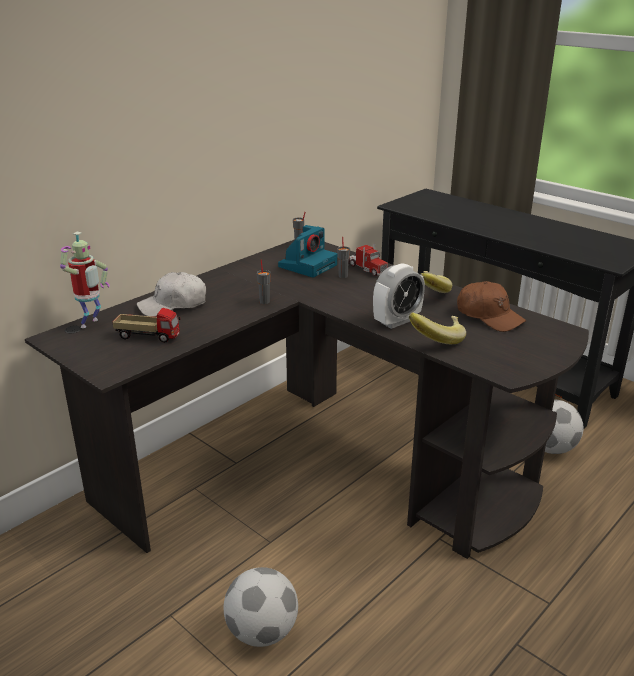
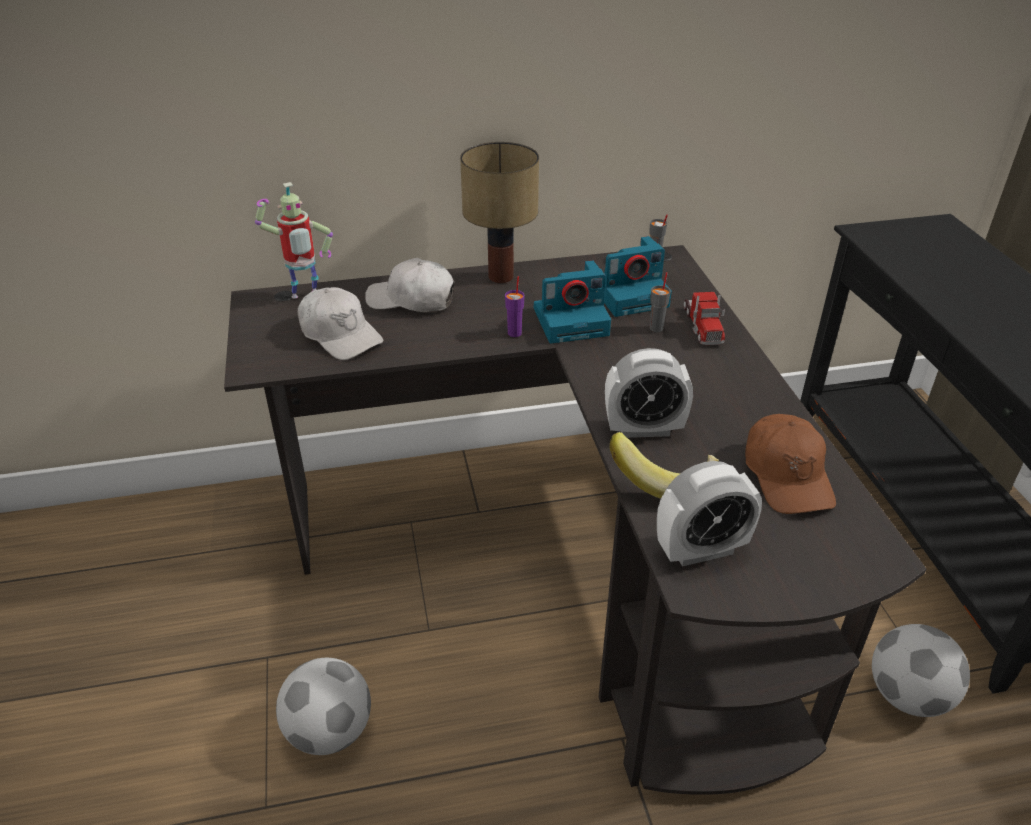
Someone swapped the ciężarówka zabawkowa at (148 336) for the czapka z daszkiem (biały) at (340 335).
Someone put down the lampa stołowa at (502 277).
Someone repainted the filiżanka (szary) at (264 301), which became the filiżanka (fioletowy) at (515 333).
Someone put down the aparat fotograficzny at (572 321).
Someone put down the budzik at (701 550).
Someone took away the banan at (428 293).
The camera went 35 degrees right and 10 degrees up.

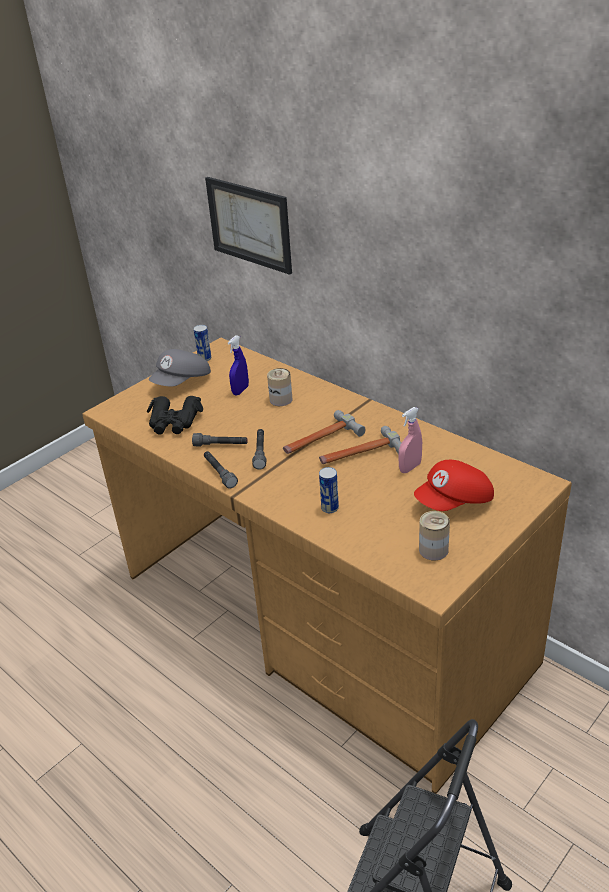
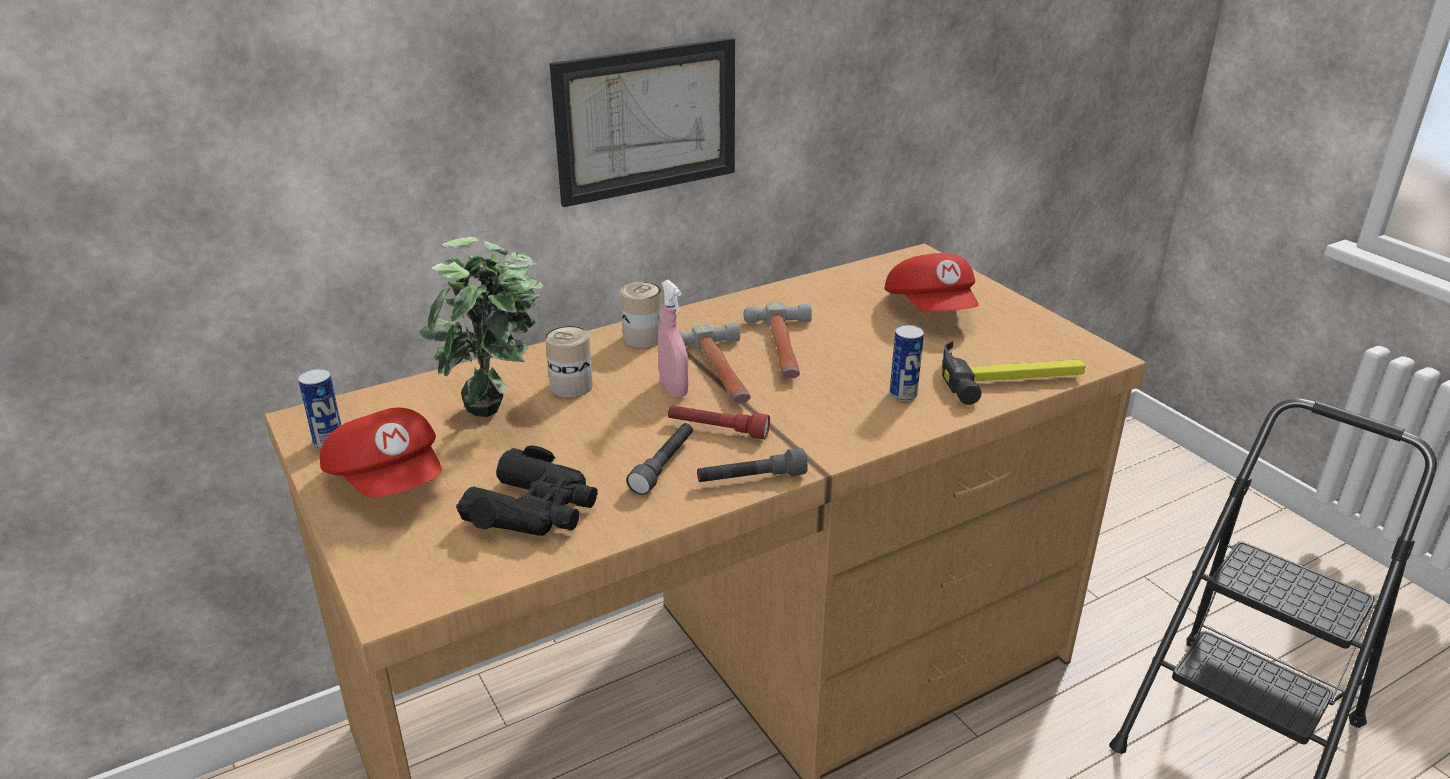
Someone repainted the czapka z daszkiem (szary) at (182 382), which became the czapka z daszkiem (czerwony) at (390 481).
Someone swapped the spryskiwacz (niebieski) at (240 390) for the roślina doniczkowa at (498 420).
Someone carried the obraz from (249 224) to (646 120).
Someone carried the puszka from (433 550) to (642 338).
Someone carried the spryskiwacz (różowy) from (410 467) to (673 389).
Someone repainted the latarka (szary) at (260 453), which became the latarka (czerwony) at (717 430).
Someone put down the młotek at (1010 377).
The camera went 75 degrees left and 5 degrees down.

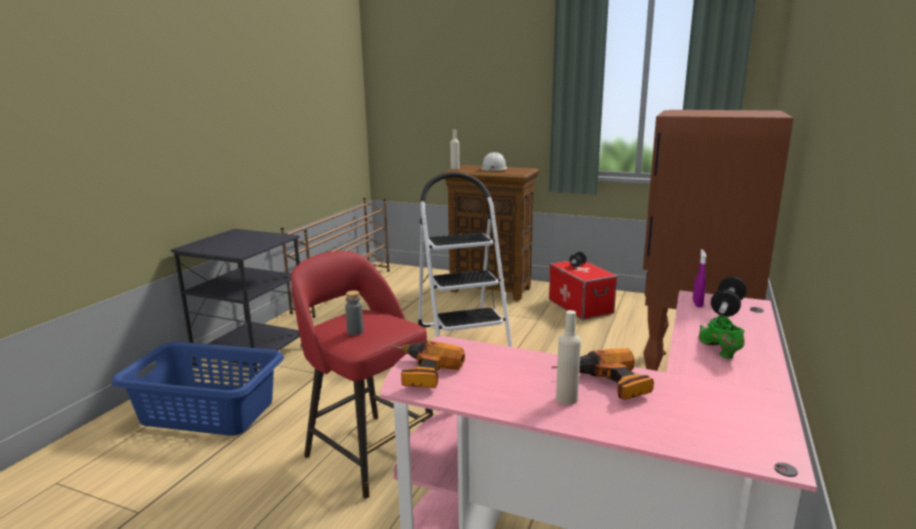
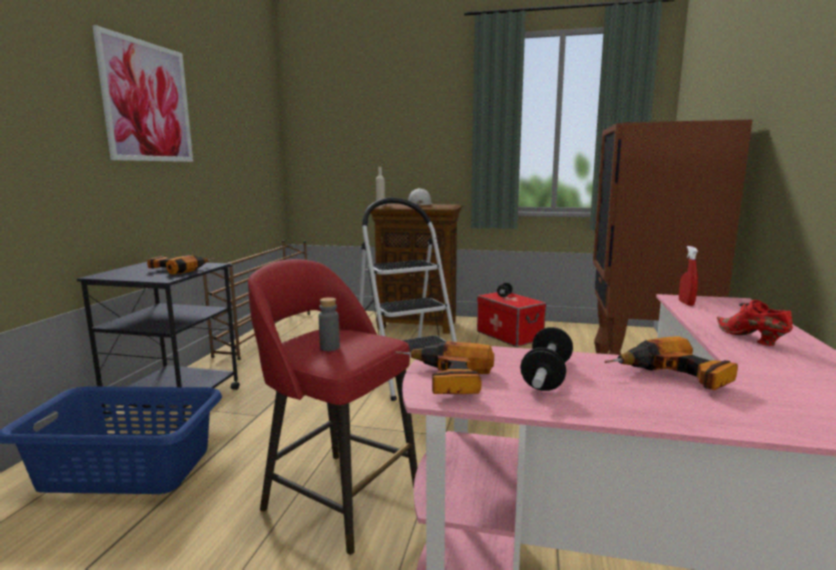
Someone put up the obraz at (147 102).
Someone put down the wiertarka at (179 269).
Someone carried the hantel from (727 308) to (546 376).
Someone repainted the spryskiwacz (fioletowy) at (697 304), which became the spryskiwacz (czerwony) at (686 303).
Someone repainted the but (zielony) at (718 350), which became the but (czerwony) at (751 339).
Someone took away the butelka (beżowy) at (566 398).
The camera went 10 degrees left and 5 degrees down.

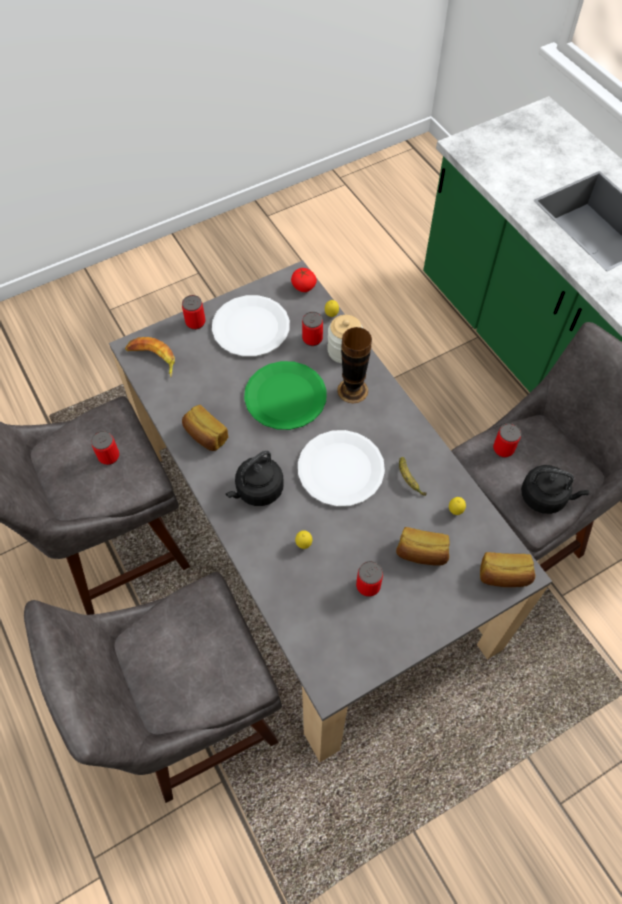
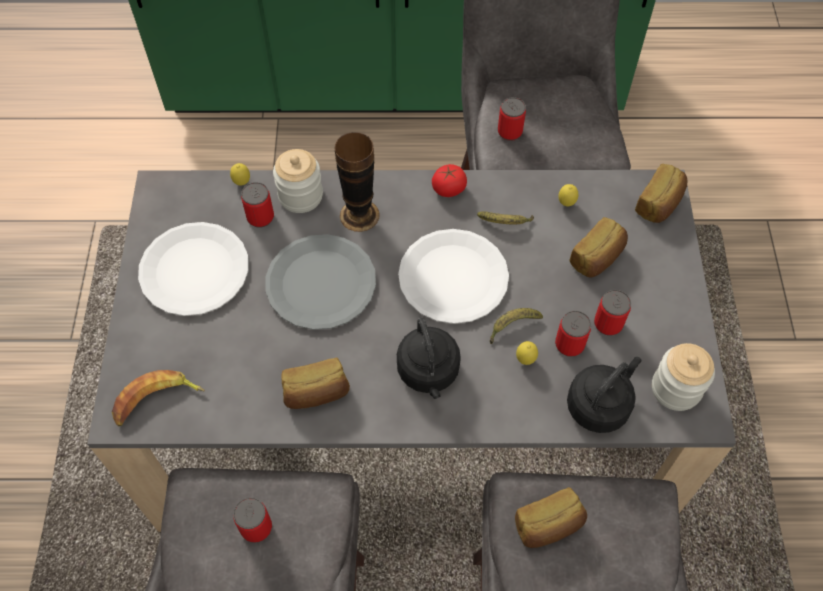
Someone repainted the talerz (zielony) at (285 397), which became the talerz (szary) at (320 283).
Someone carried the pomidor from (303 287) to (448 189).
Someone put down the banan at (512 326).
Someone put down the chleb at (548 526).
Someone carried the puszka from (195 322) to (569 344).
Someone carried the czajnik (czarny) from (545 497) to (599 404).
Someone put down the słoik at (676 388).
The camera went 60 degrees left and 0 degrees up.

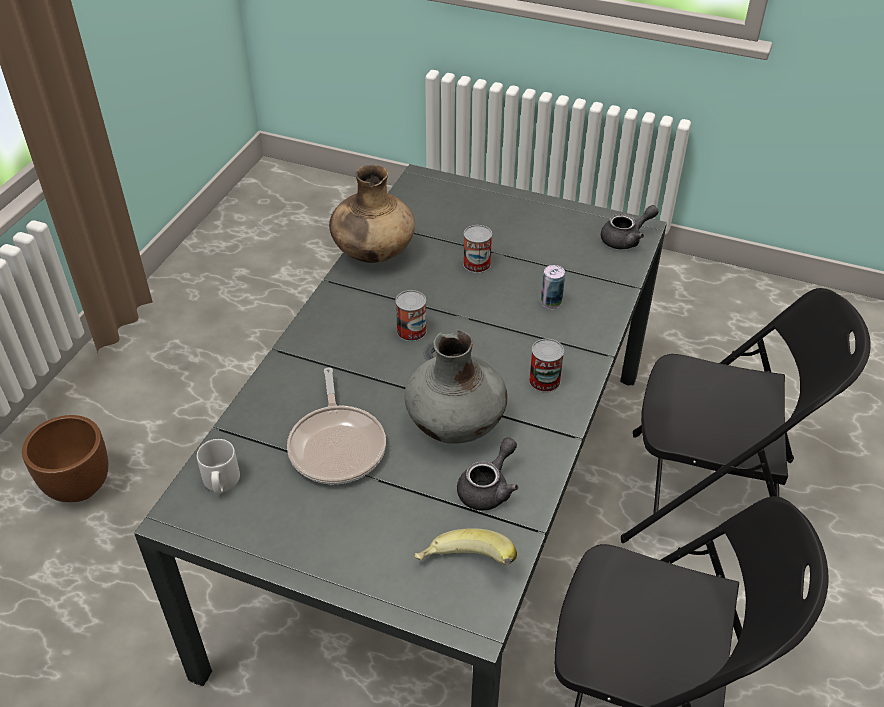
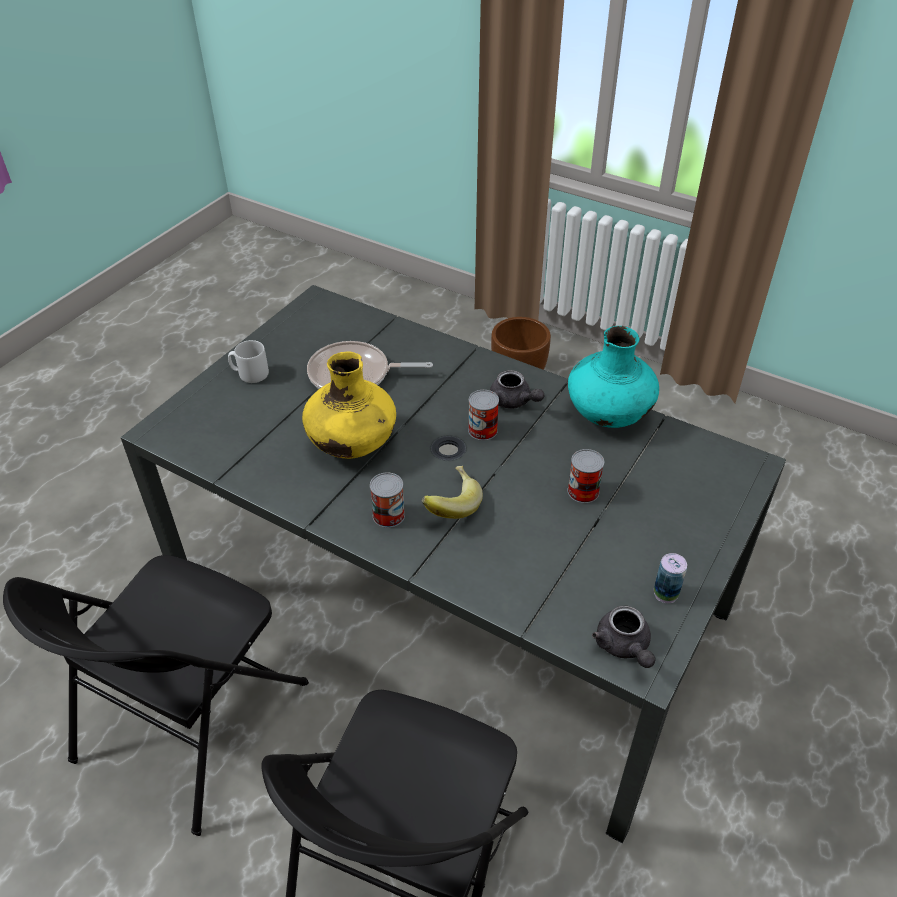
Someone carried the kubek (szary) from (221 482) to (250 374).
Someone repainted the wazon (szary) at (456 425), which became the wazon (żółty) at (352 445).
Someone carried the banan from (464 568) to (450 504).
Someone carried the imbryk (szary) from (488 488) to (513 402).
Someone repainted the wazon (brązowy) at (373 253), which became the wazon (turkusowy) at (608 414).
Someone carried the puszka from (551 302) to (665 593).
The camera went 100 degrees right and 0 degrees up.

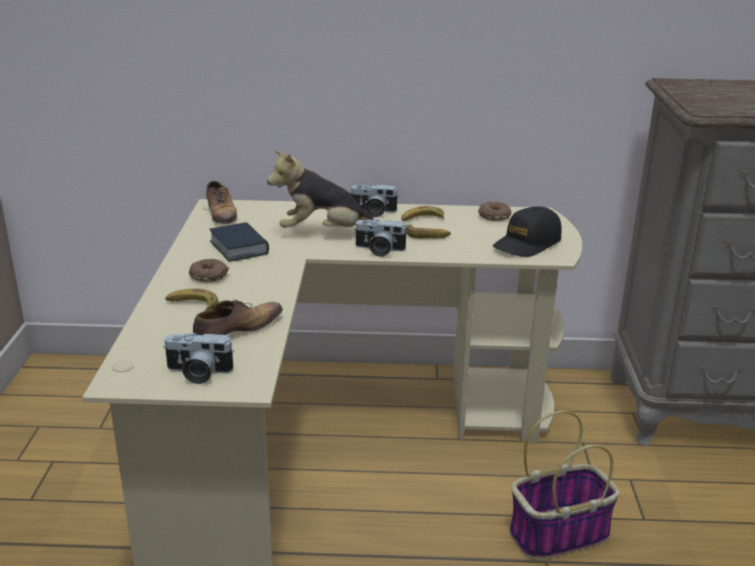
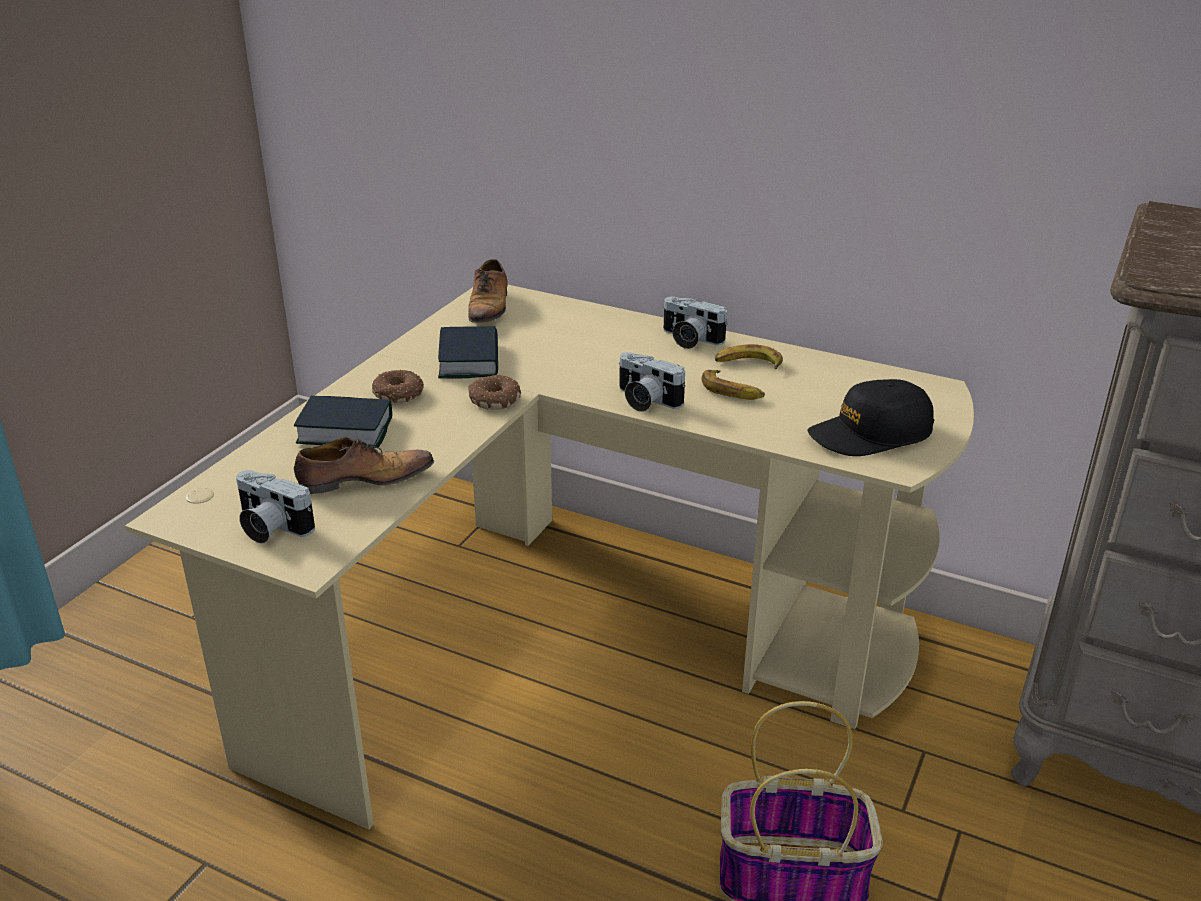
Someone swapped the banan at (192 305) for the książka at (345 430).
Someone carried the donut from (493 216) to (494 400).
Someone took away the pluszak at (324 233).
The camera went 25 degrees right and 5 degrees up.

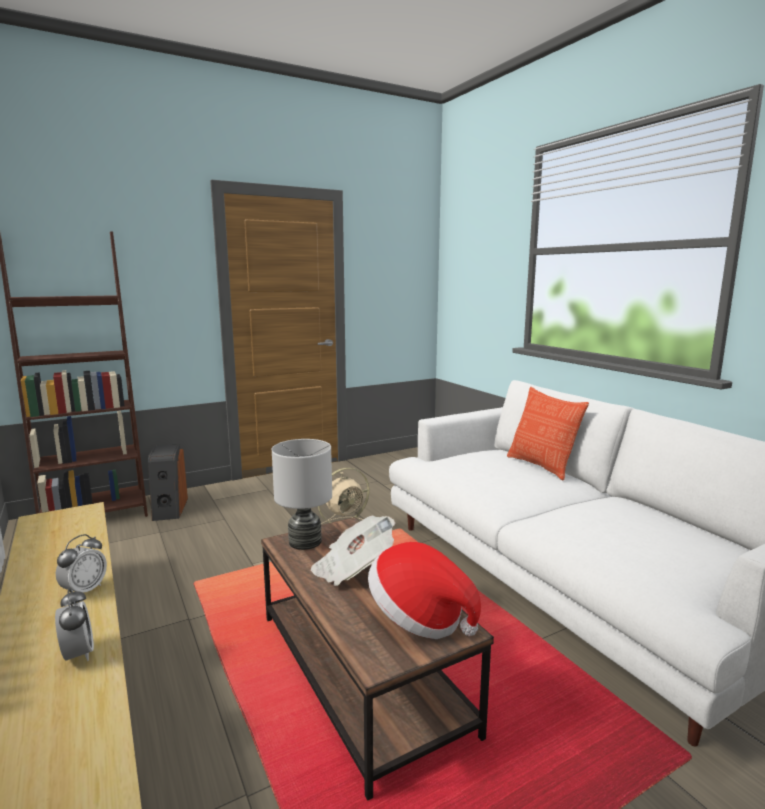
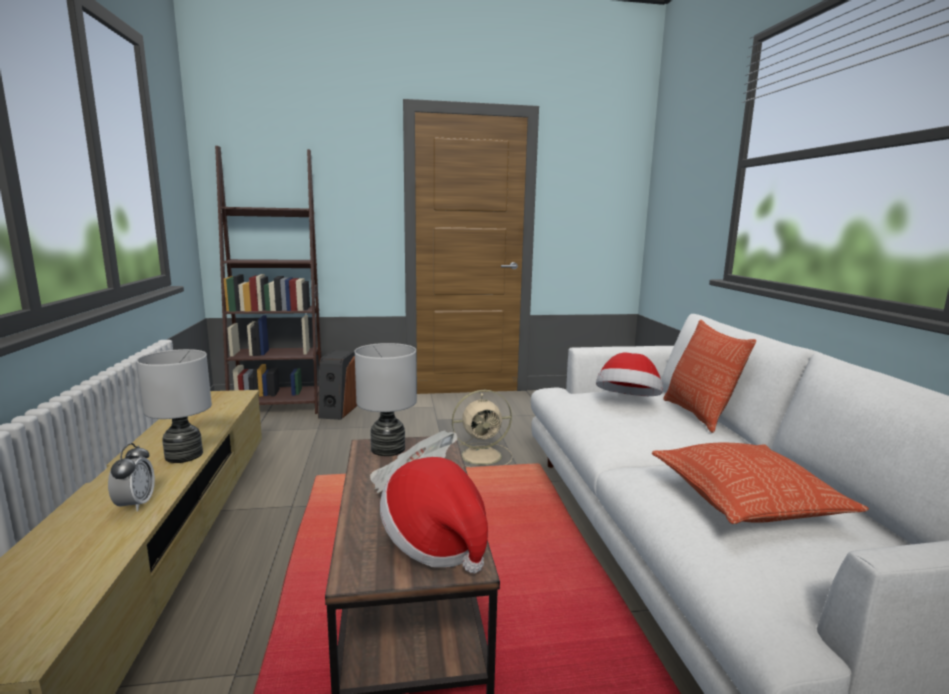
Someone swapped the budzik at (84 590) for the lampa stołowa (szary) at (184 455).
Someone put down the kapelusz at (627 402).
Someone put down the poduszka (pomarańczowy) at (746 502).
The camera went 20 degrees right and 0 degrees up.

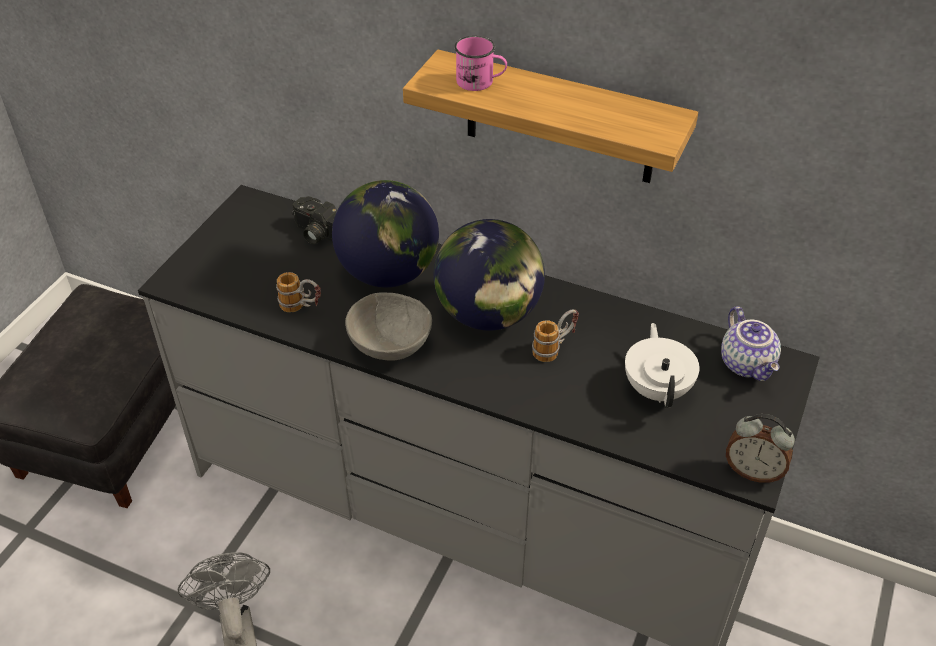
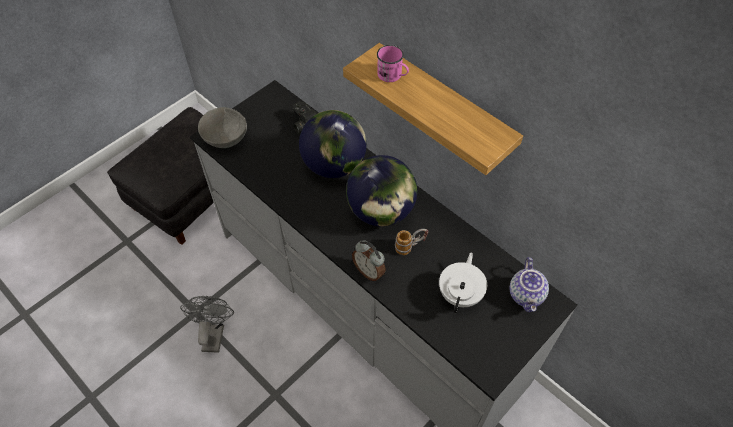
Someone carried the miska (szary) from (389 345) to (225 138).
Someone carried the budzik from (753 471) to (369 271).
Someone took away the kubek at (302 307).
The camera went 20 degrees right and 10 degrees up.

